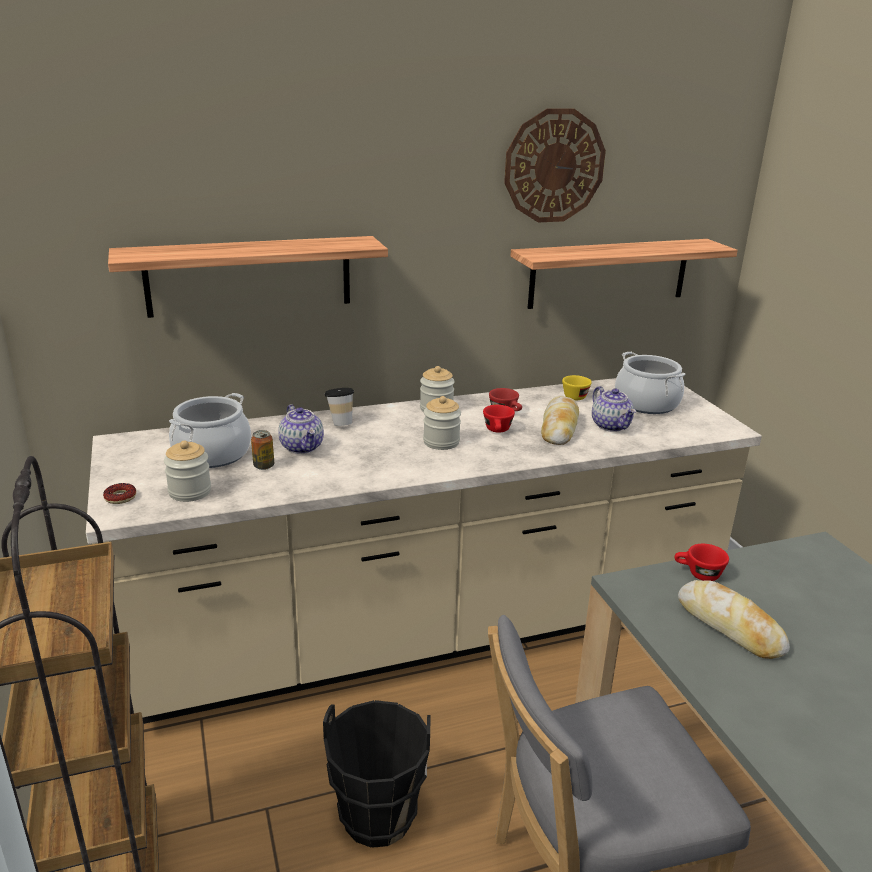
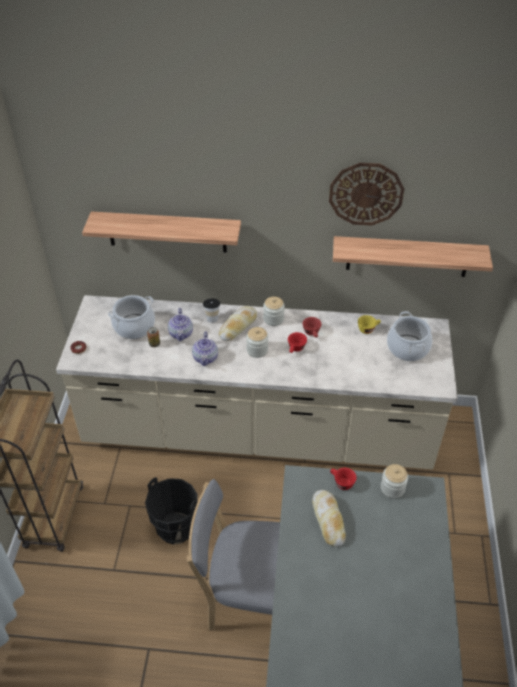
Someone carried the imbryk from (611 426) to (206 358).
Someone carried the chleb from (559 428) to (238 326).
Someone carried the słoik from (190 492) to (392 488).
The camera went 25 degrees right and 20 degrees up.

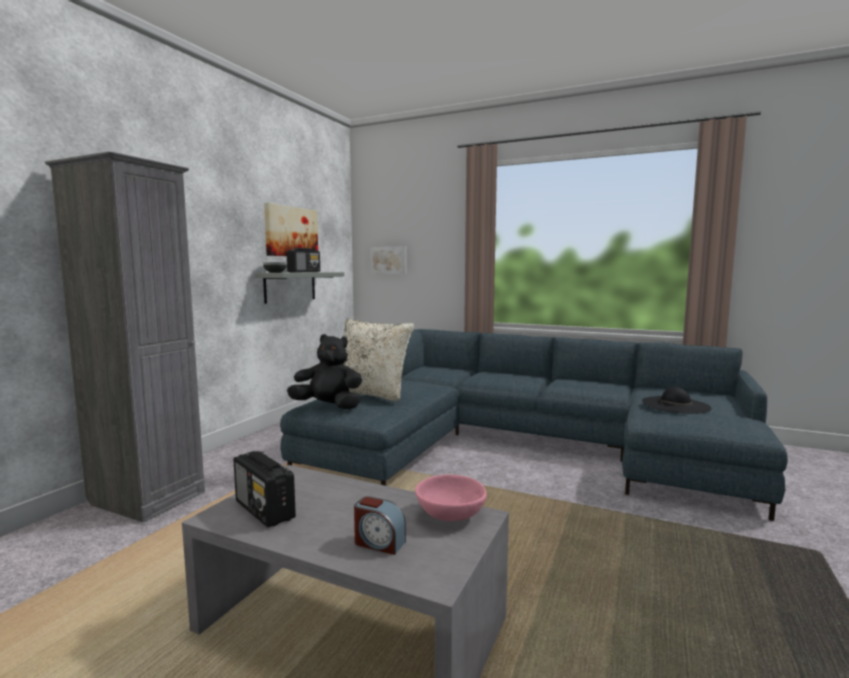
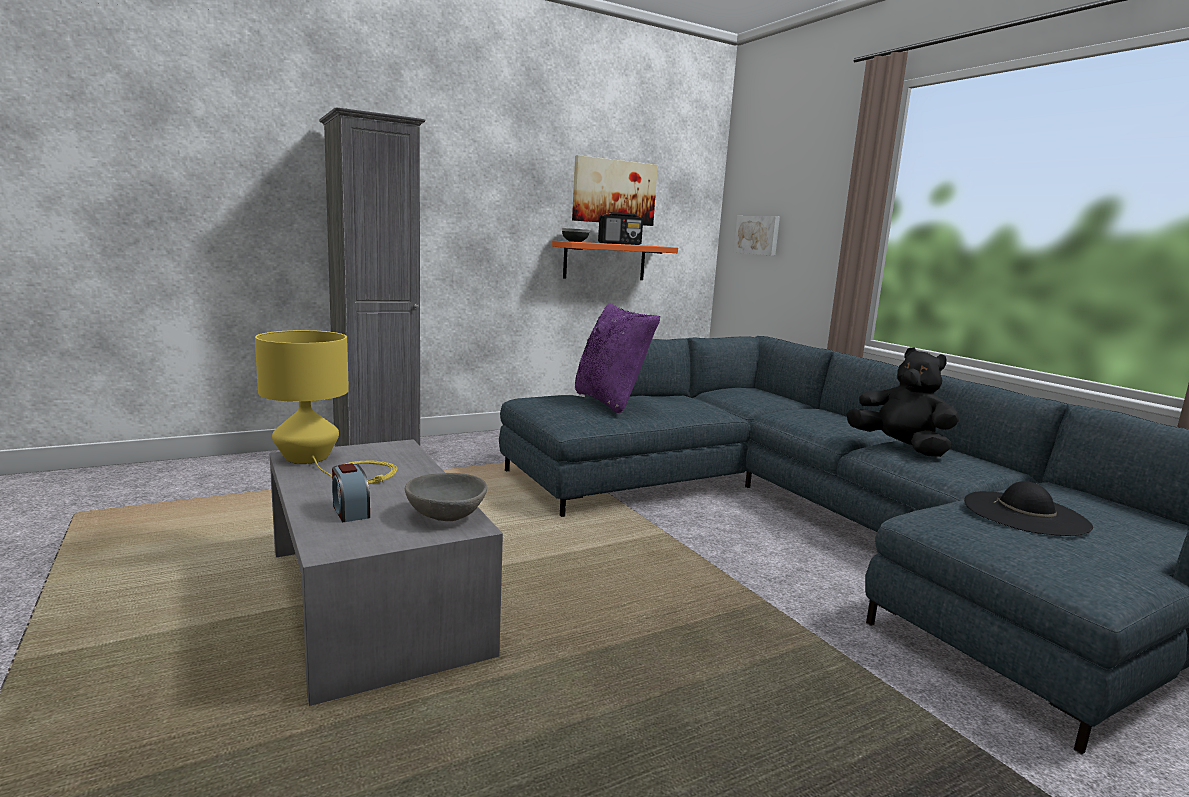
Someone swapped the radio at (264 510) for the lampa stołowa (żółty) at (328 463).
Someone repainted the miska (różowy) at (451 515), which became the miska (szary) at (446 516).
Someone repainted the półka (szary) at (290 286), which became the półka (pomarańczowy) at (605 261).
Someone repainted the poduszka (beżowy) at (372 396), which became the poduszka (fioletowy) at (609 404).
Someone carried the pluszak (czarny) from (328 406) to (900 447).
The camera went 35 degrees right and 5 degrees up.

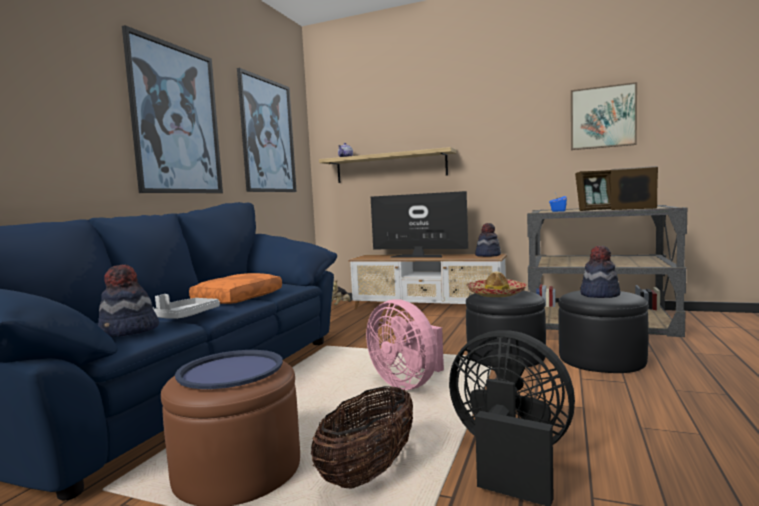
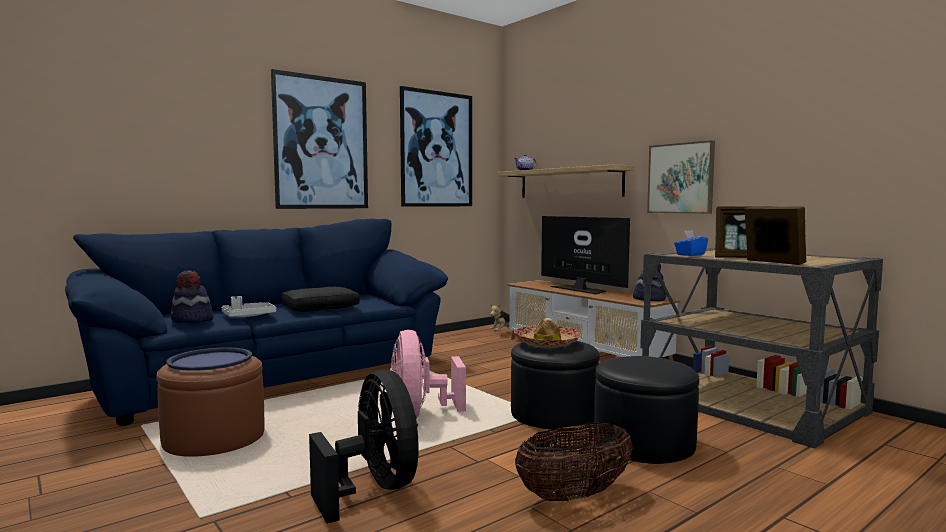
Someone repainted the poduszka (pomarańczowy) at (237 298), which became the poduszka (czarny) at (320 307).
Someone carried the koszyk from (369 471) to (574 495).
Someone carried the obraz from (602 117) to (680 178).
Someone took away the kapelusz at (599 294).
The camera went 30 degrees right and 0 degrees up.

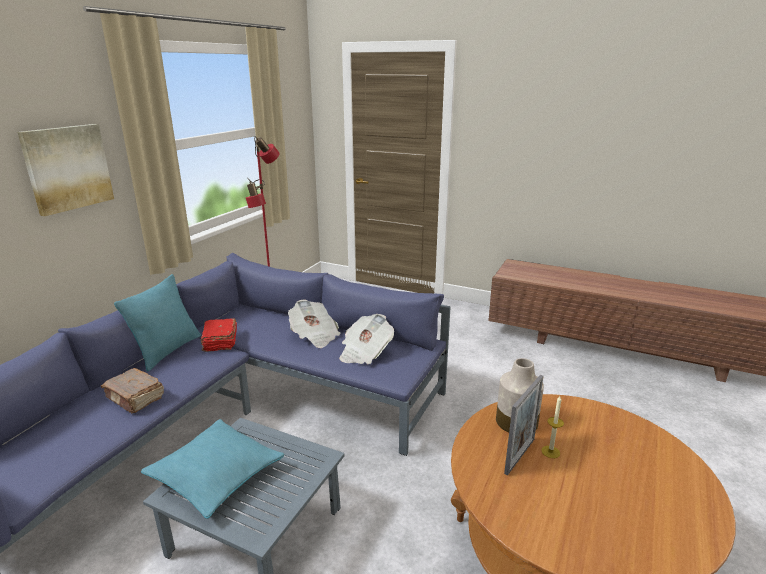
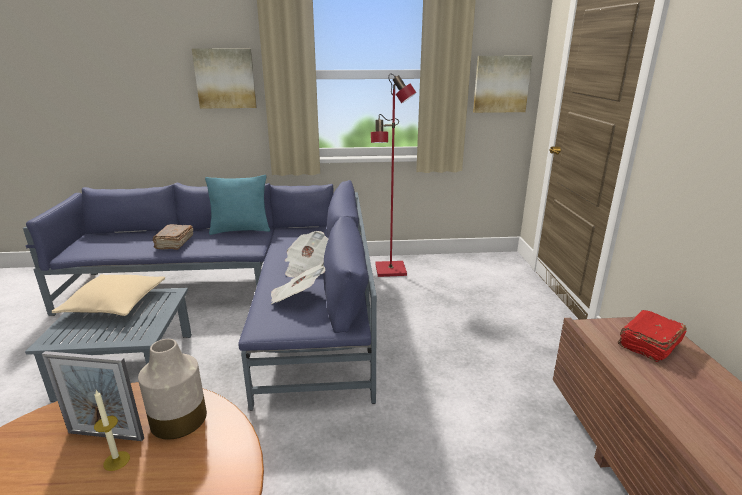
Someone repainted the poduszka (turkusowy) at (216 475), which became the poduszka (beżowy) at (114 304).
Someone put up the obraz at (501 84).
Someone carried the książka (czerwony) from (220 342) to (648 344).
The camera went 60 degrees right and 0 degrees up.

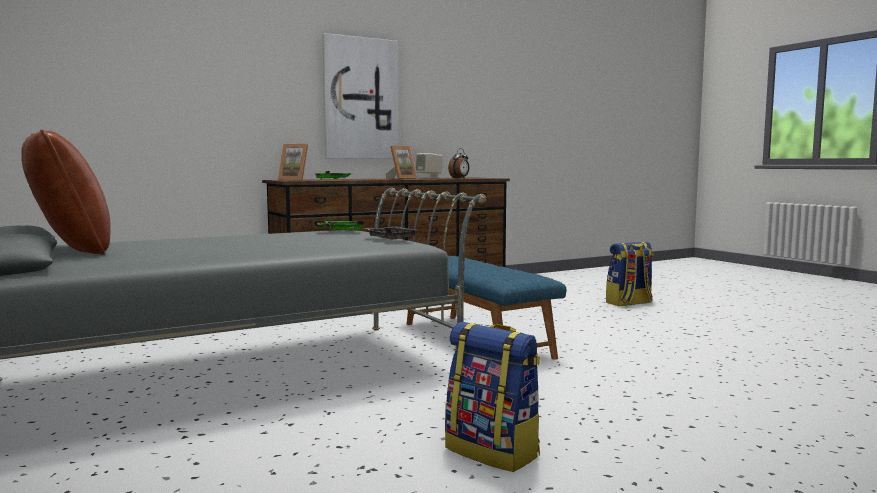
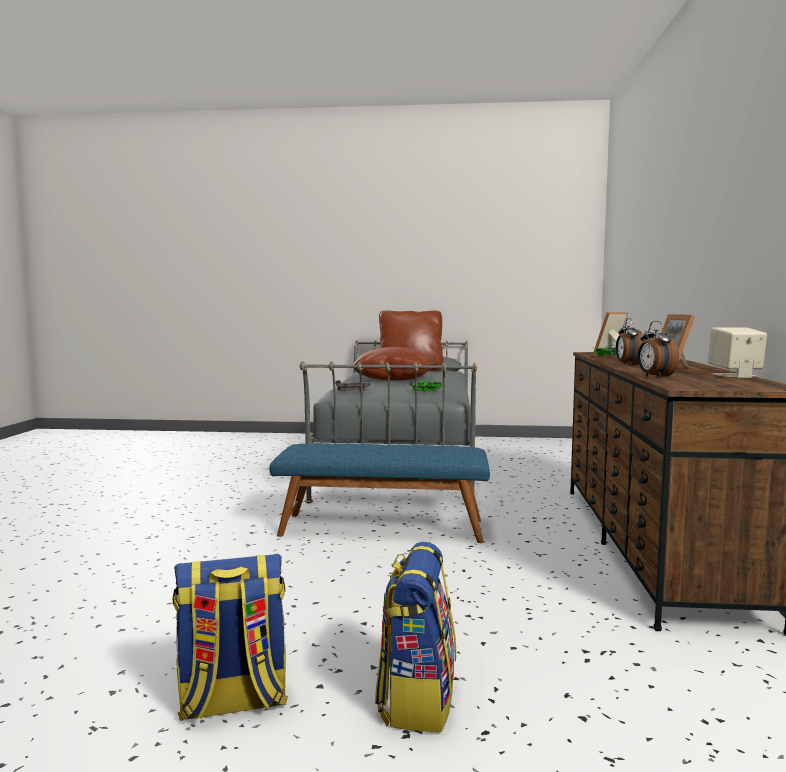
Someone carried the plecak from (493 452) to (232 702).
Someone put down the poduszka (brązowy) at (395 379).
Someone put down the budzik at (628 365).
Someone took away the obraz at (360 99).
The camera went 125 degrees right and 0 degrees up.

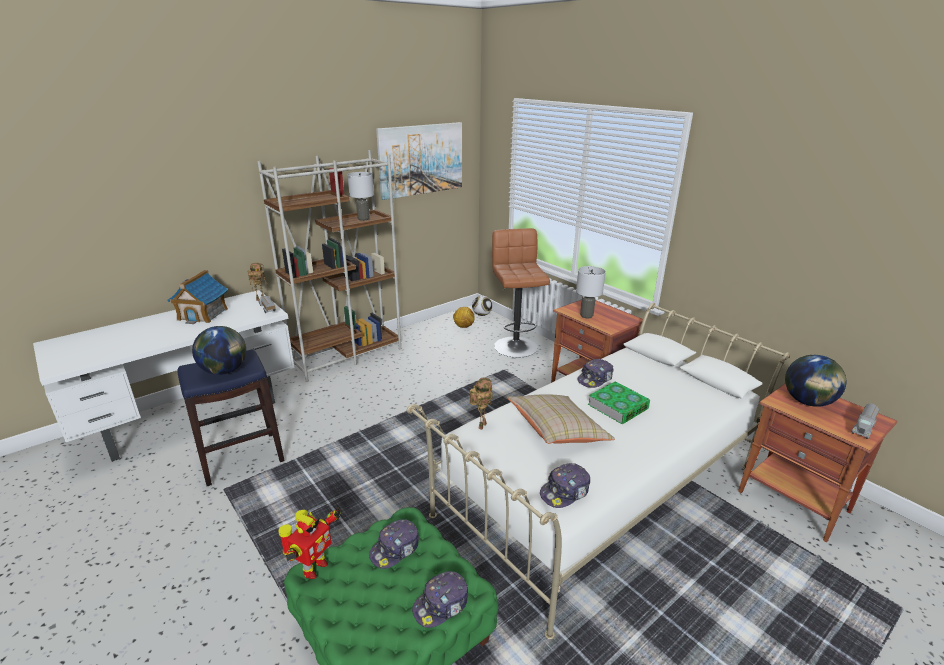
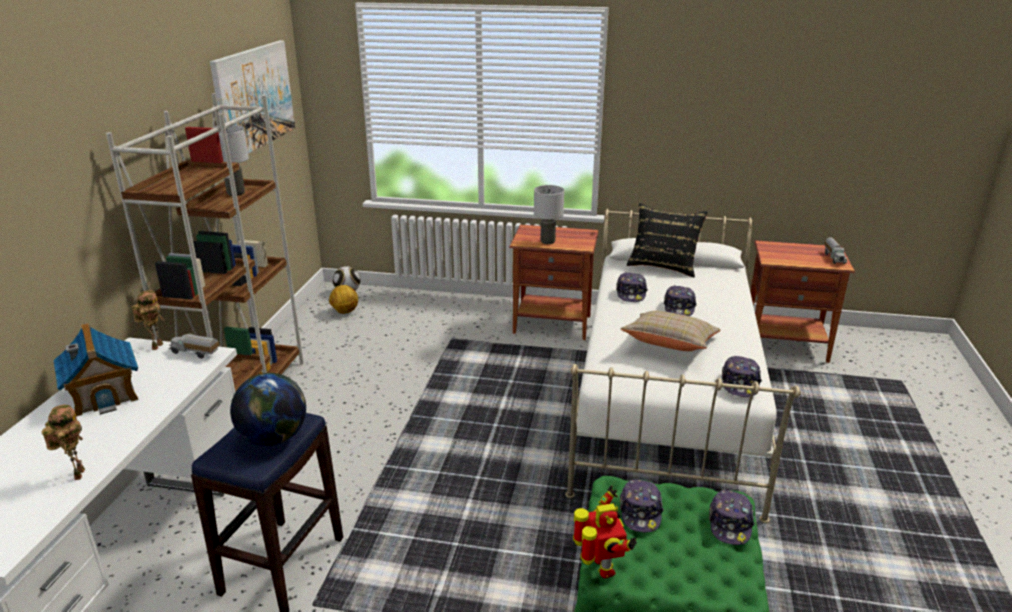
Someone carried the robot zabawkowy from (481 425) to (77 474).
Someone put down the poduszka (czarny) at (663 265).
Someone swapped the książka at (618 406) for the czapka z daszkiem at (679 307).
Someone took away the stołek (brązowy) at (516 346).
Someone took away the globus at (807 402).
The camera went 40 degrees left and 0 degrees up.

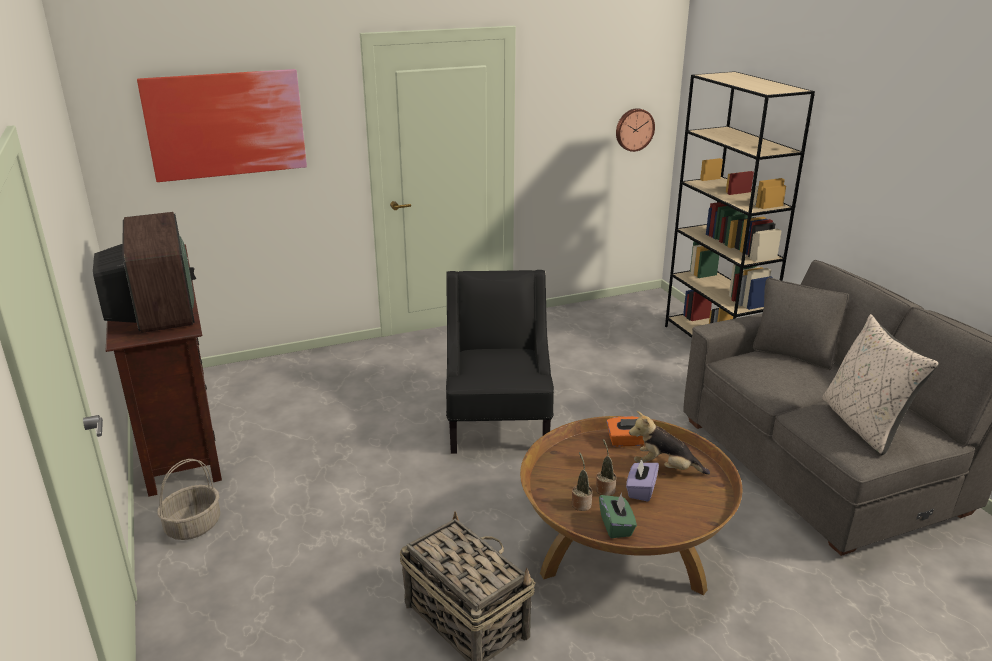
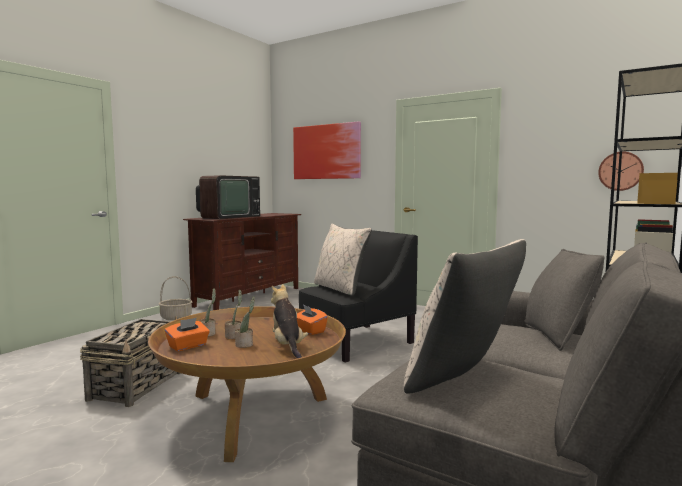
Someone repainted the pudełko chusteczek (zielony) at (616 526), which became the pudełko chusteczek (pomarańczowy) at (188 346).
Someone swapped the pudełko chusteczek (fioletowy) at (641 490) for the roślina doniczkowa at (245 344).
Someone put down the poduszka (beżowy) at (340 288).
The camera went 55 degrees right and 20 degrees down.

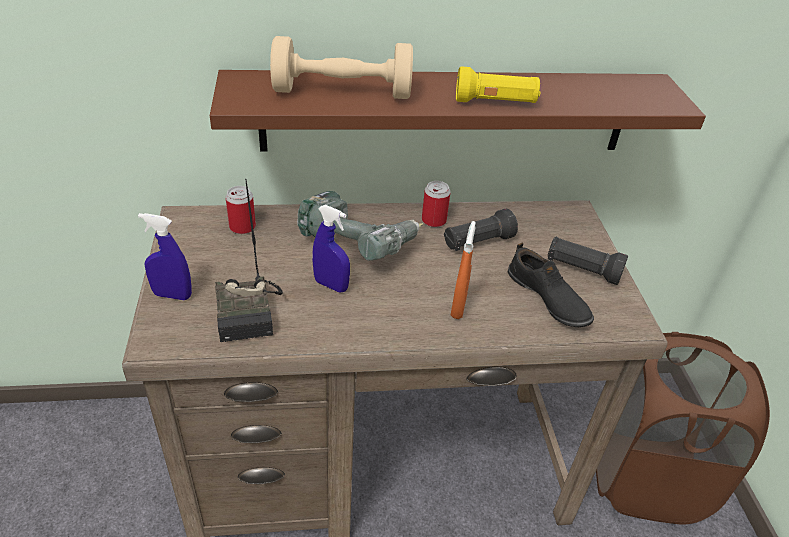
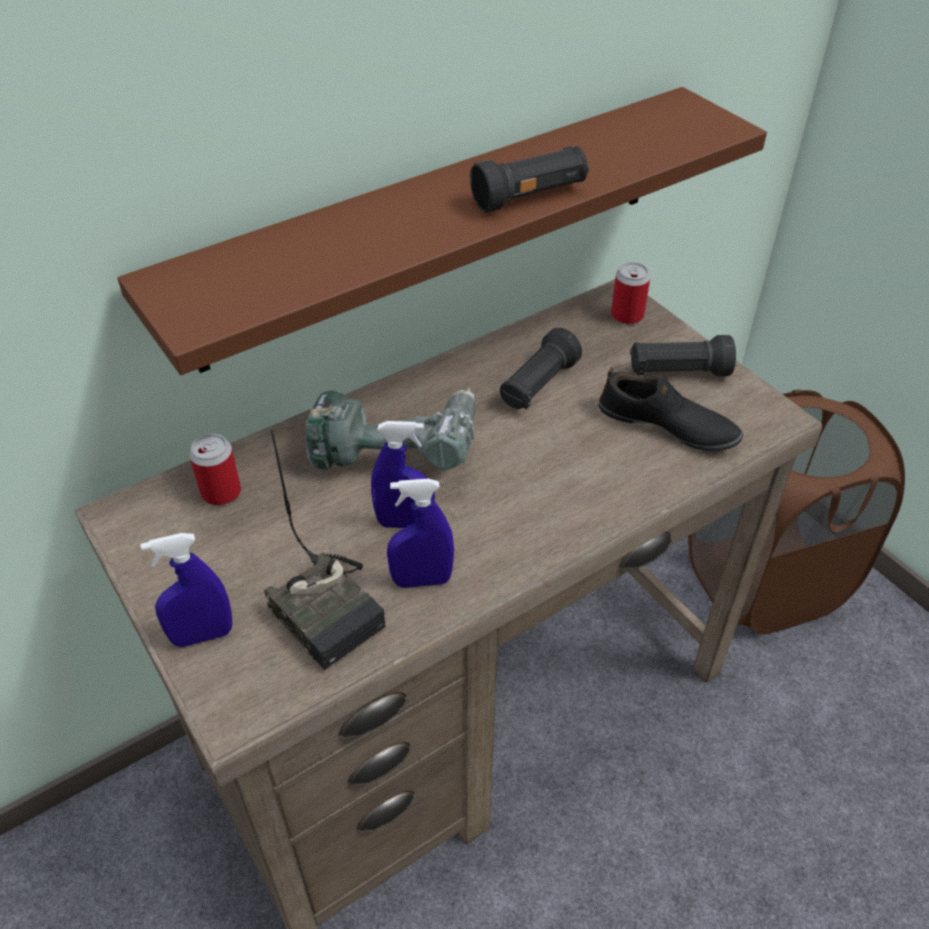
Someone put down the spryskiwacz (niebieski) at (422 580).
Someone repainted the latarka (żółty) at (495 102), which became the latarka (czarny) at (530 197).
Someone carried the puszka from (433 220) to (627 315).
Someone took away the hantel (beżowy) at (342 92).
Someone took away the spryskiwacz (pomarańczowy) at (458 307).
The camera went 25 degrees left and 5 degrees up.

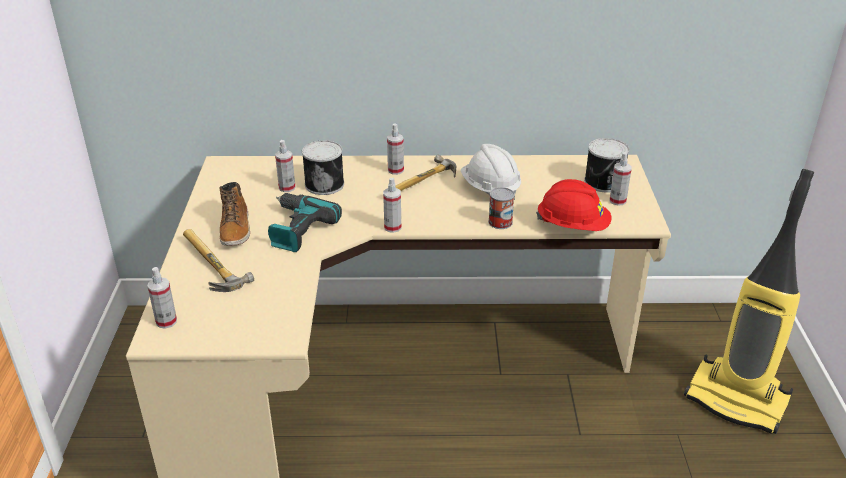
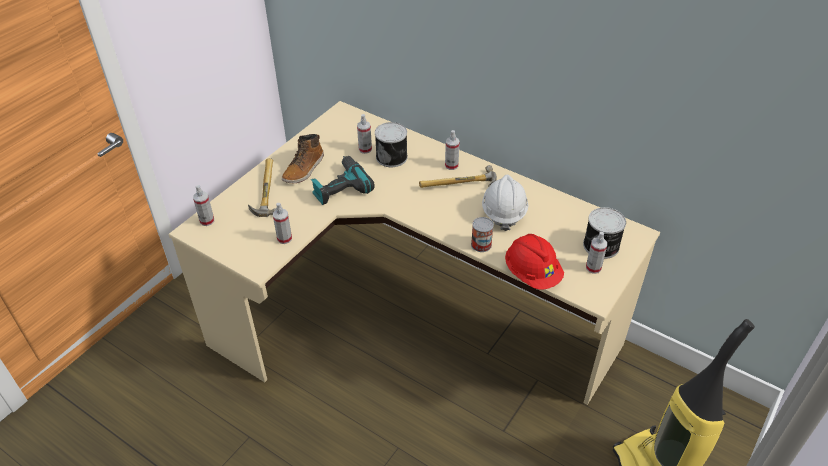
Someone carried the spryskiwacz from (392 227) to (284 238).
The camera went 35 degrees right and 10 degrees up.

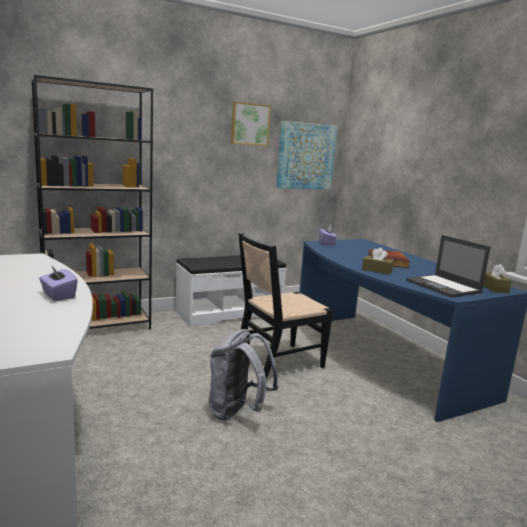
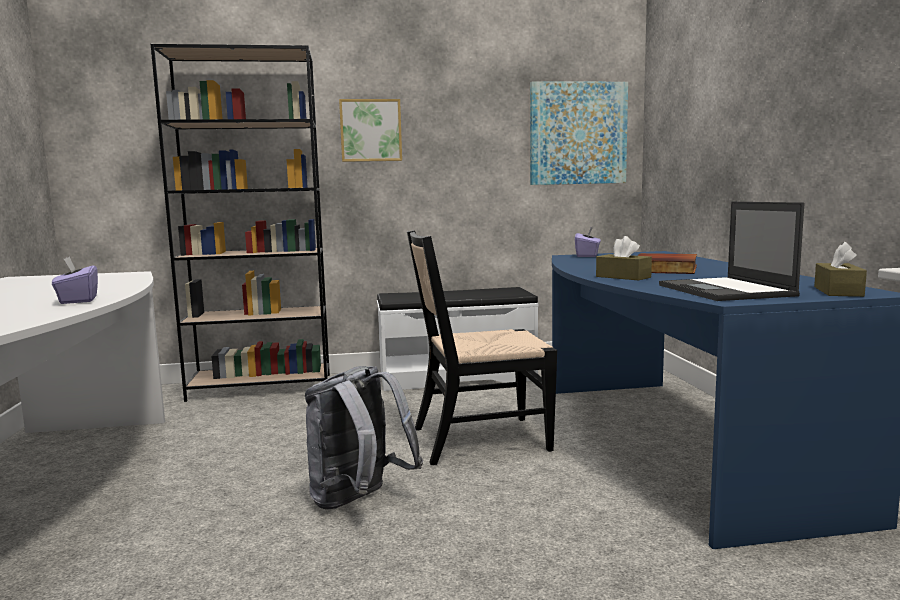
Someone carried the obraz from (249 124) to (370 130).
The camera went 20 degrees right and 5 degrees down.

